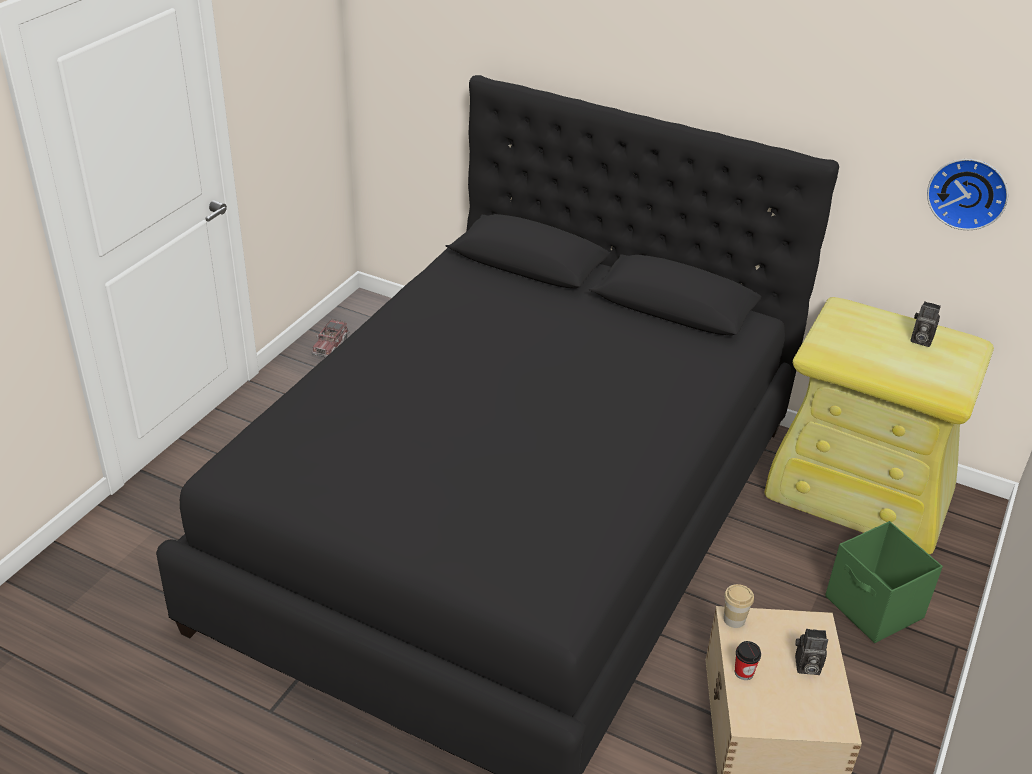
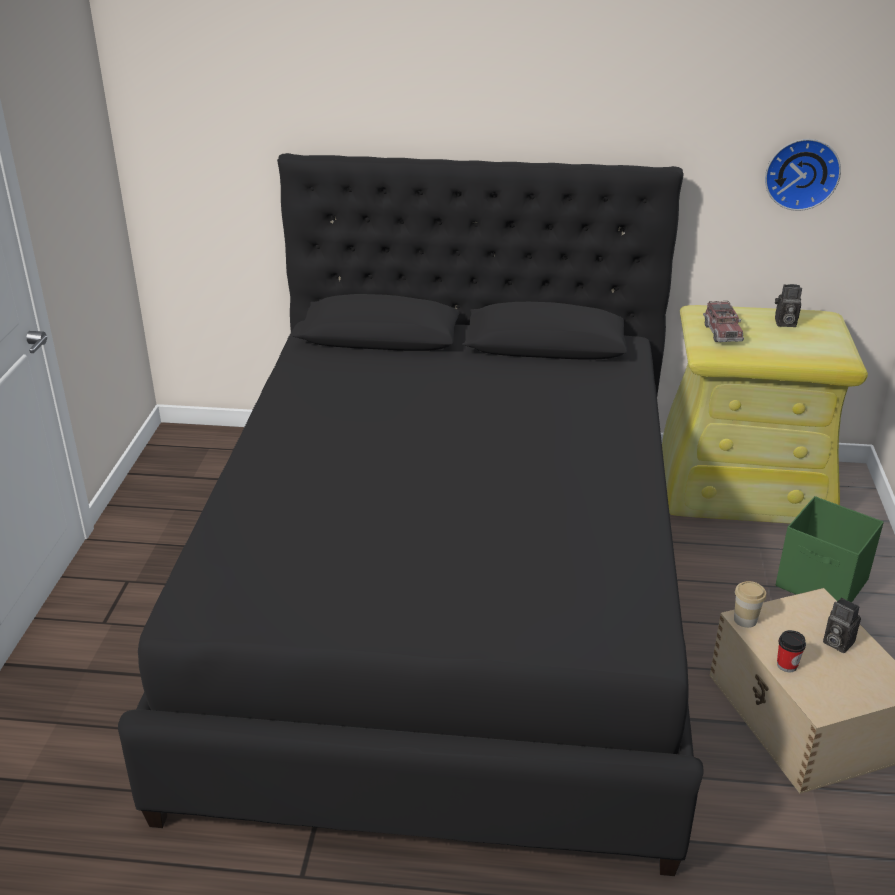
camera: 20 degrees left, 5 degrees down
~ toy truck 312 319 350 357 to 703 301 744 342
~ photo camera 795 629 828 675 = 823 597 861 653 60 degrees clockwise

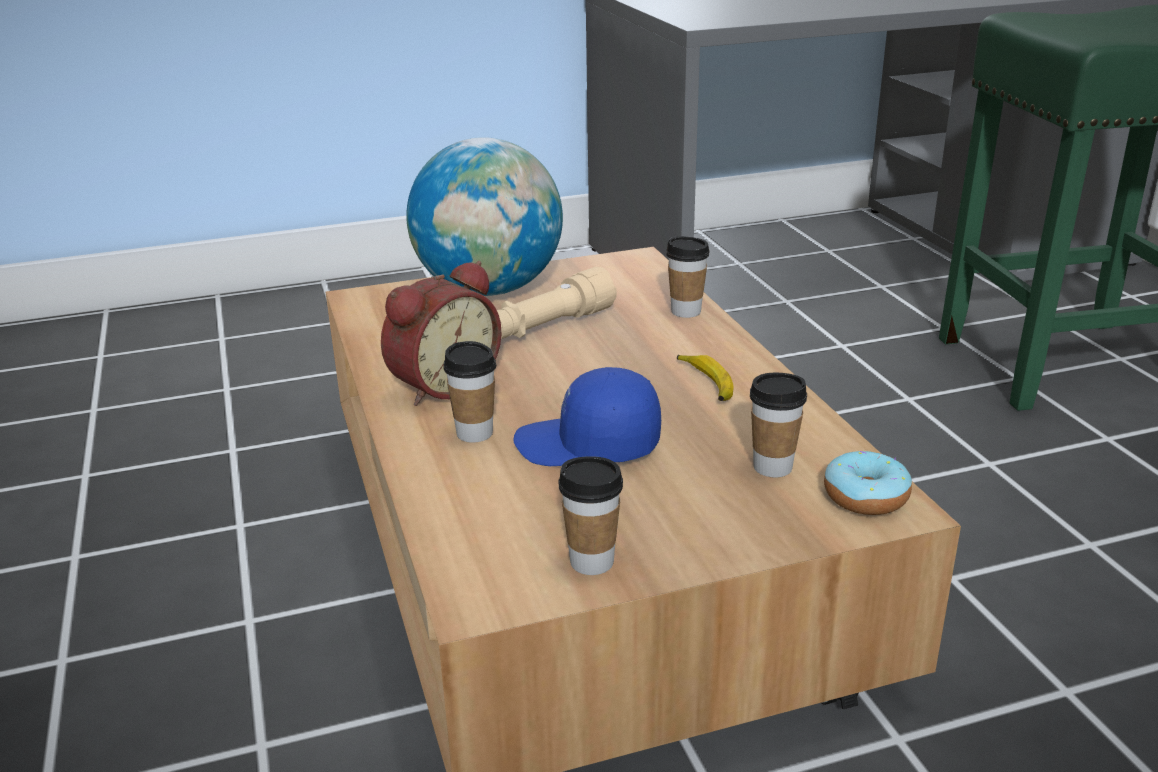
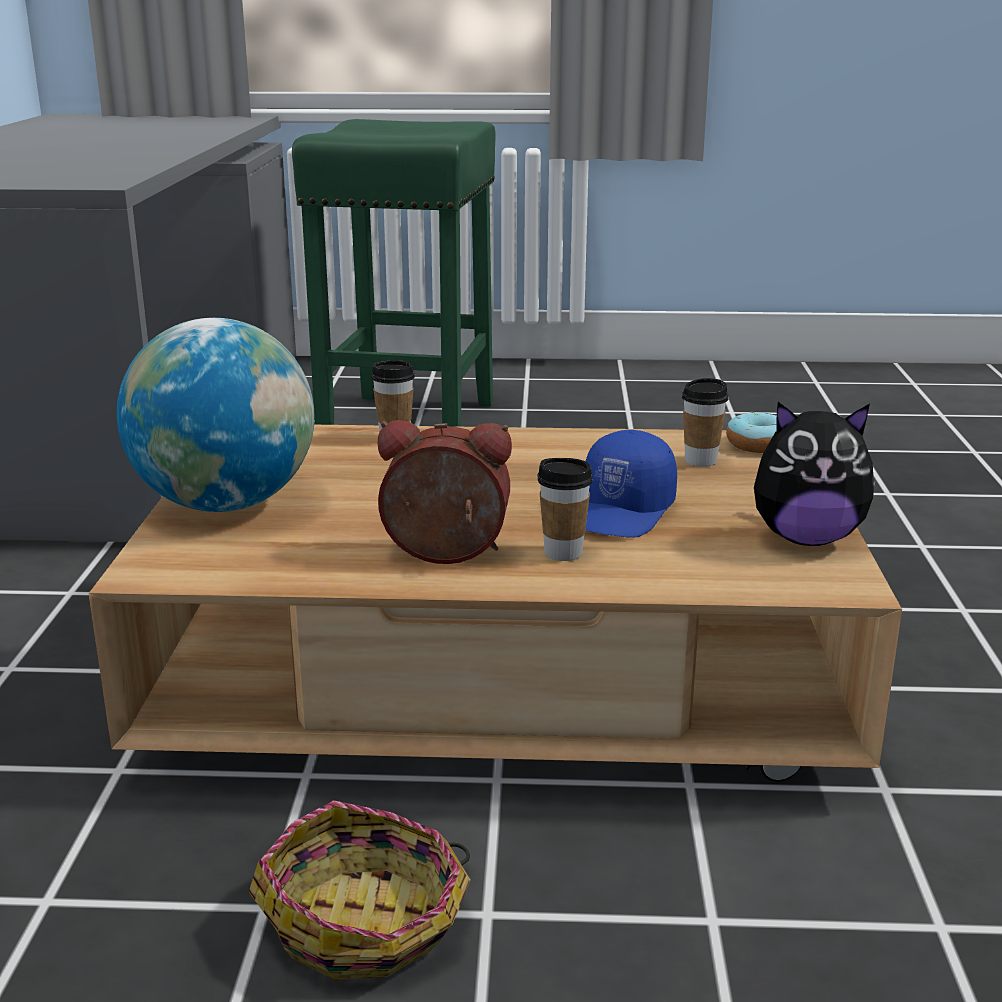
camera: 70 degrees left, 5 degrees down
~ alarm clock 381 261 502 406 = 378 420 512 564 60 degrees counterclockwise
- flashlight in beige 497 267 617 339
- banana 677 355 734 401
~ cup 558 456 623 575 to plush toy 754 402 876 546
+ basket 249 800 470 980

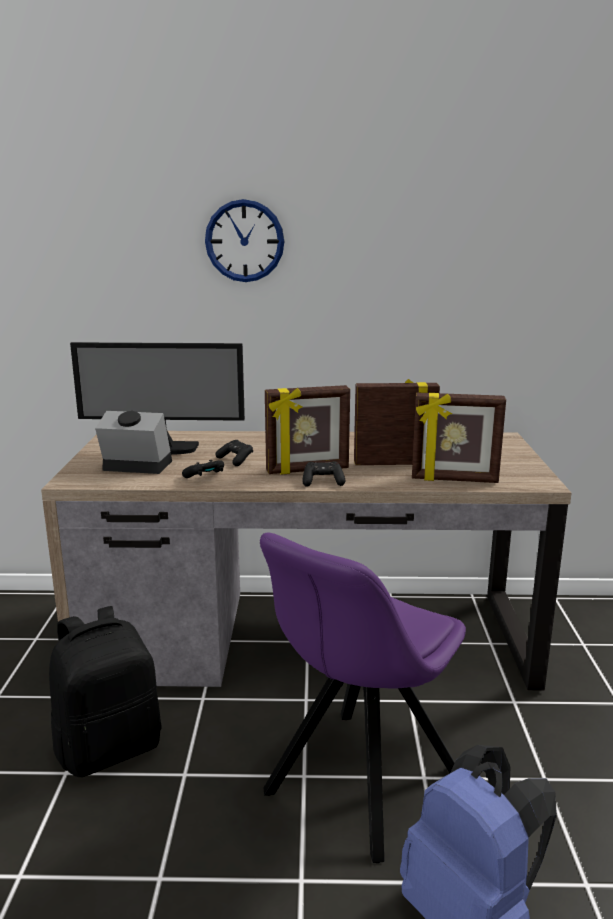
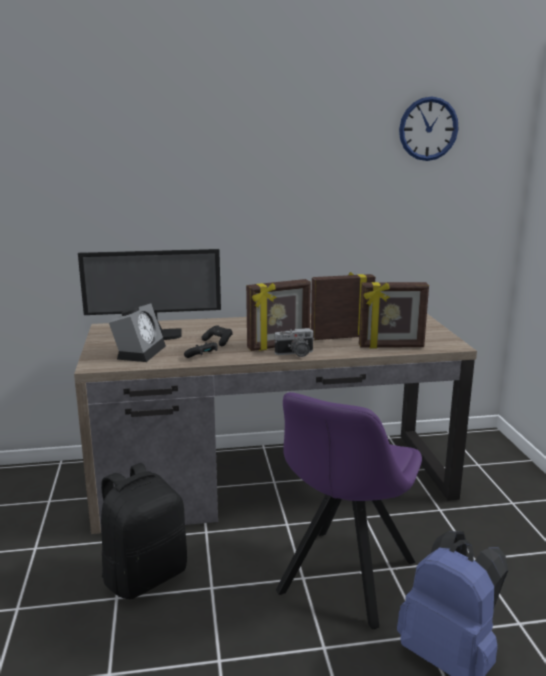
camera: 10 degrees left, 0 degrees up
~ wall clock 205 199 284 282 to 399 96 458 161
~ alarm clock 95 411 172 474 = 109 303 166 362 105 degrees clockwise
~ game controller in black 302 461 345 487 to photo camera 275 328 315 357

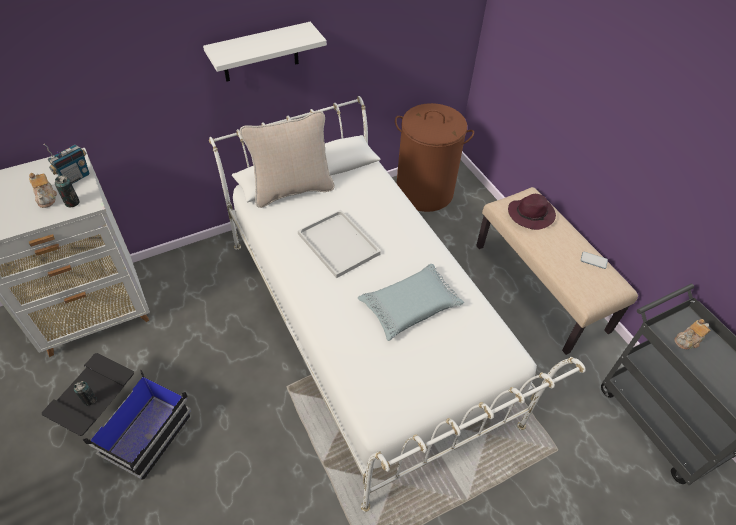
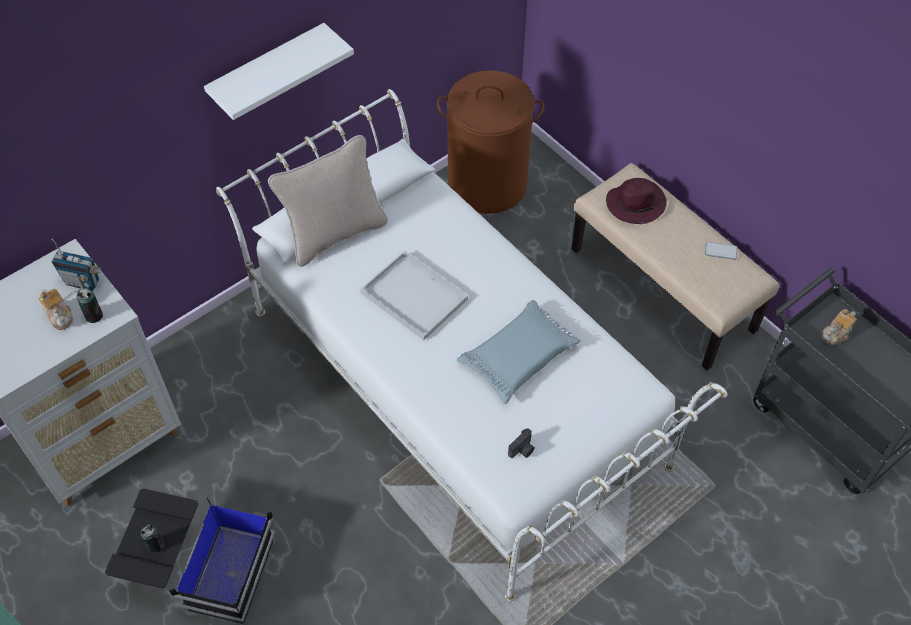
camera: 10 degrees left, 5 degrees up
~ radio 43 144 89 184 = 52 239 101 291 75 degrees clockwise
+ photo camera 508 428 535 458

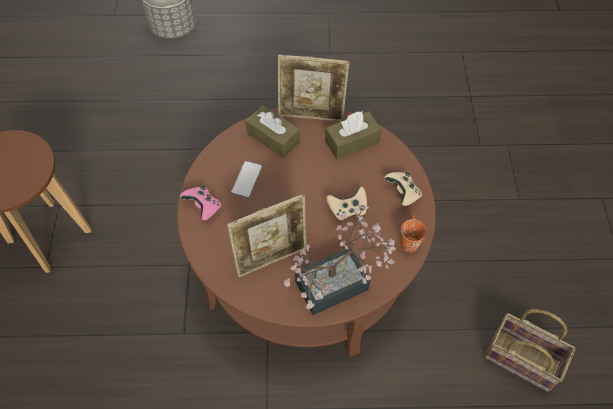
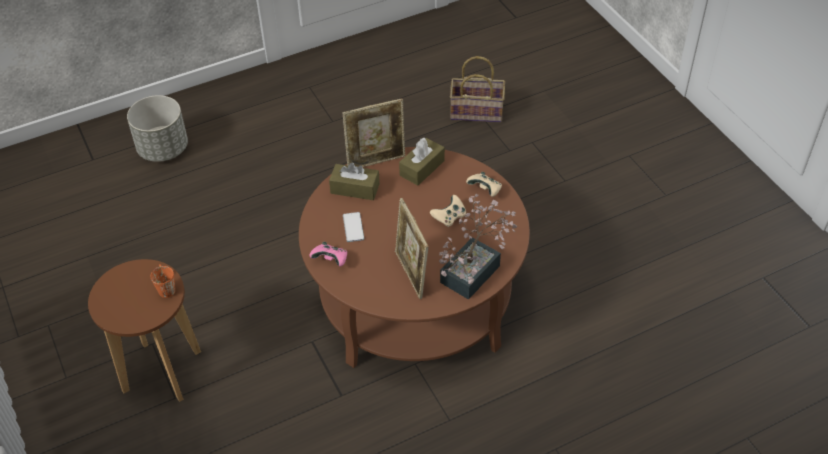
camera: 25 degrees left, 10 degrees down
~ picture frame 227 194 307 277 = 395 198 429 299 120 degrees clockwise
~ mug in orange 401 215 426 252 to 151 264 175 298
~ basket 484 309 576 392 to 450 56 505 122

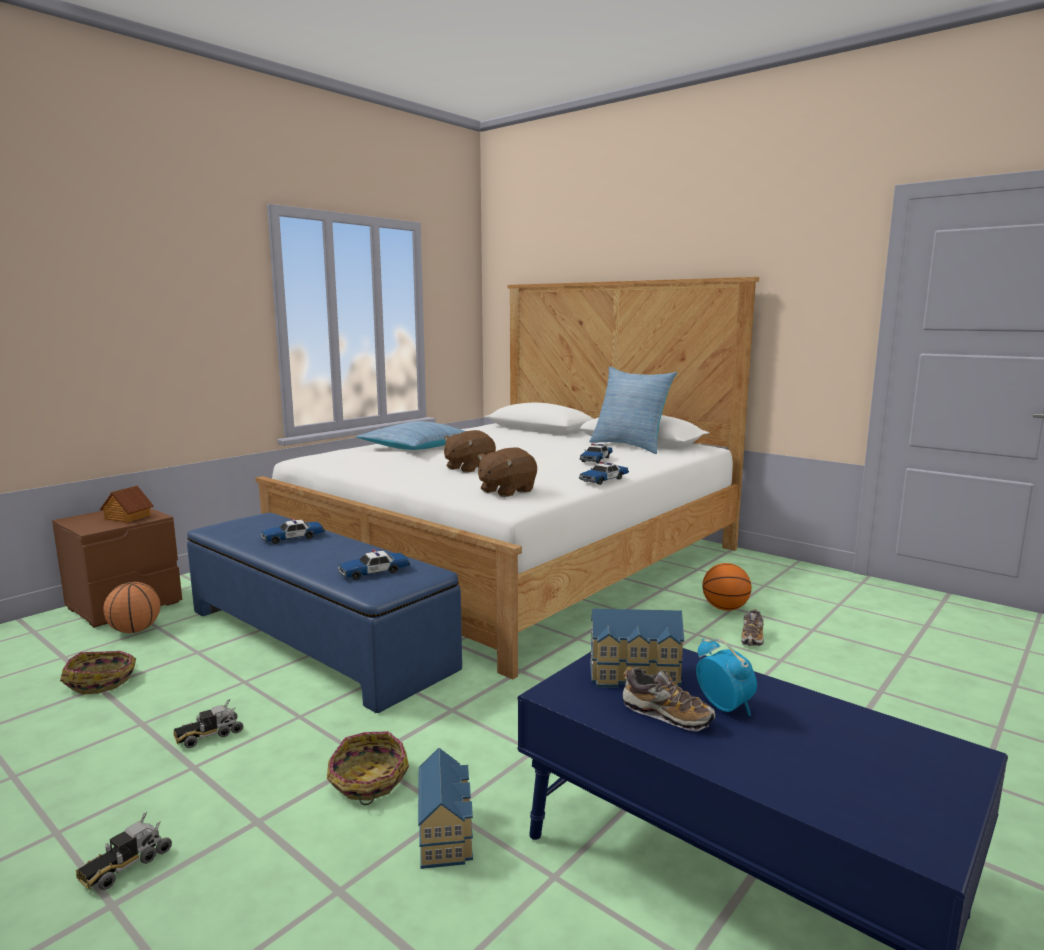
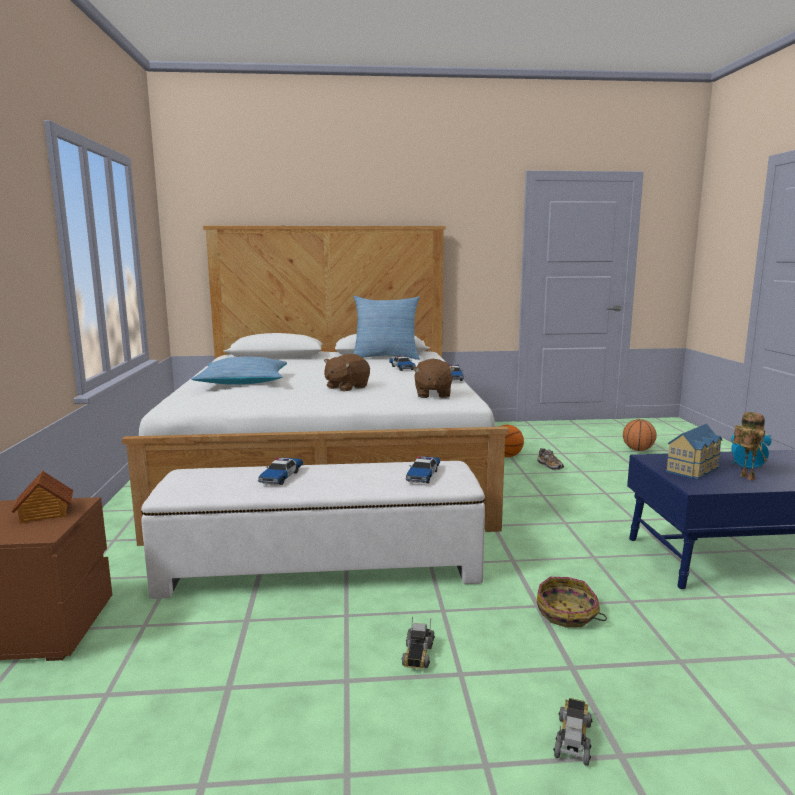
camera: 45 degrees left, 0 degrees up
~ plush toy in brown 444 430 496 473 = 324 354 370 391 45 degrees clockwise
~ bench in blue 187 513 462 713 to bench in white 141 461 485 599
~ basketball 103 582 160 633 to 623 419 657 451
- basket 60 651 136 694
~ shoe 623 667 715 731 to toy robot 733 412 768 480
- toy house 418 748 473 869
~ toy truck 76 812 172 890 = 553 698 592 766 150 degrees counterclockwise

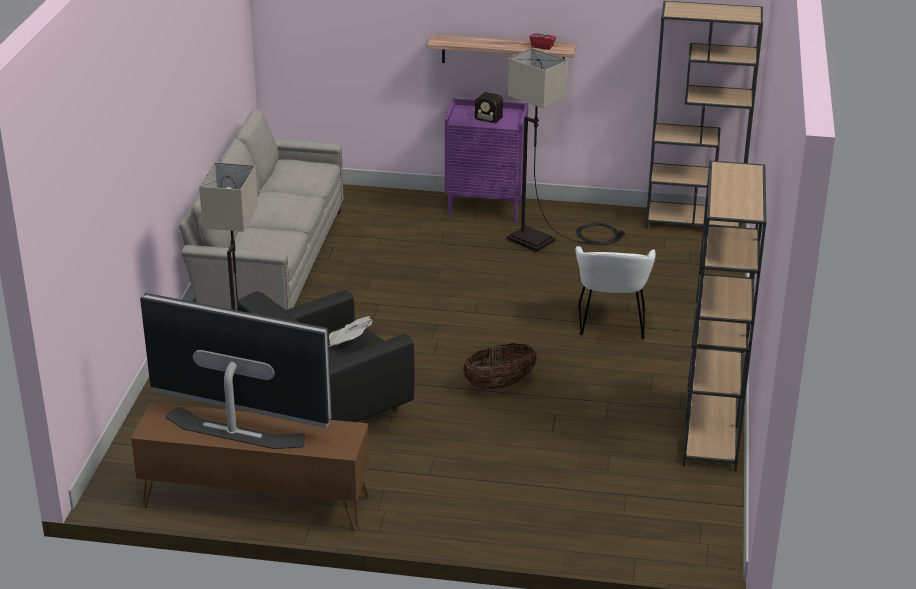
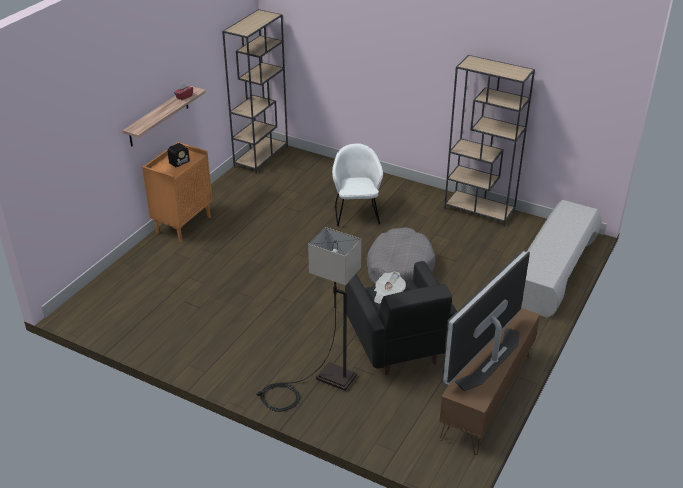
camera: 70 degrees left, 5 degrees up
- floor lamp 507 48 625 252
~ cabinet in purple 445 98 528 221 to cabinet in orange 142 142 213 242
- sofa in grey 179 108 344 310
~ armchair in white 575 246 656 339 = 332 143 383 226 120 degrees counterclockwise
~ basket 463 343 537 389 to dog bed in grey 367 227 436 285
+ bench in grey 521 200 602 318

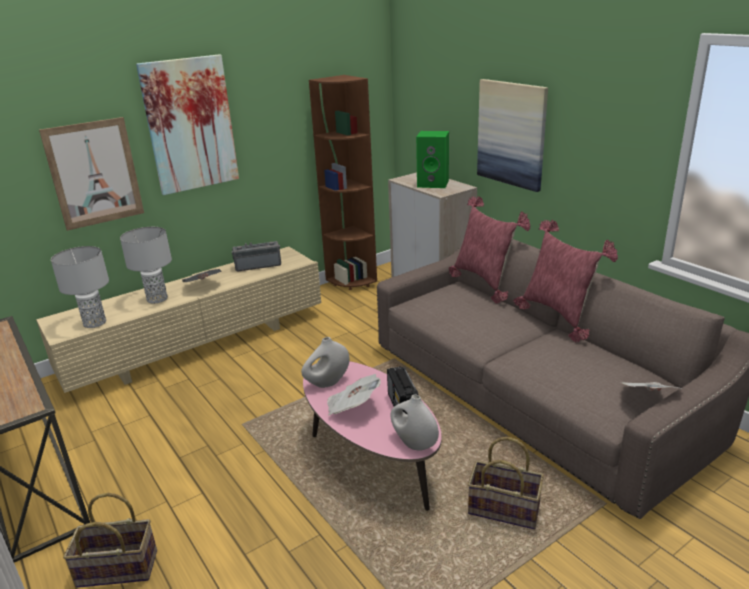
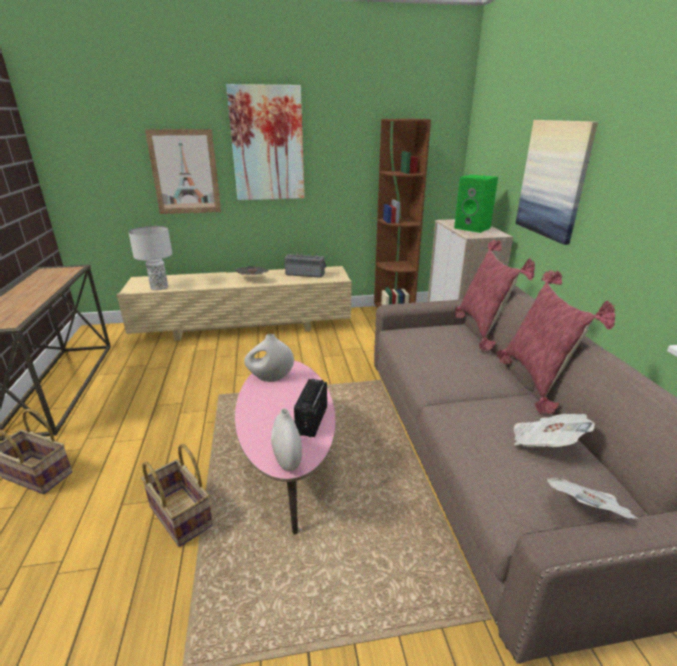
camera: 25 degrees right, 0 degrees up
- table lamp in white 120 227 172 303
~ newspaper 327 374 381 416 to 514 414 595 447
~ basket 468 437 544 529 to 141 444 213 547

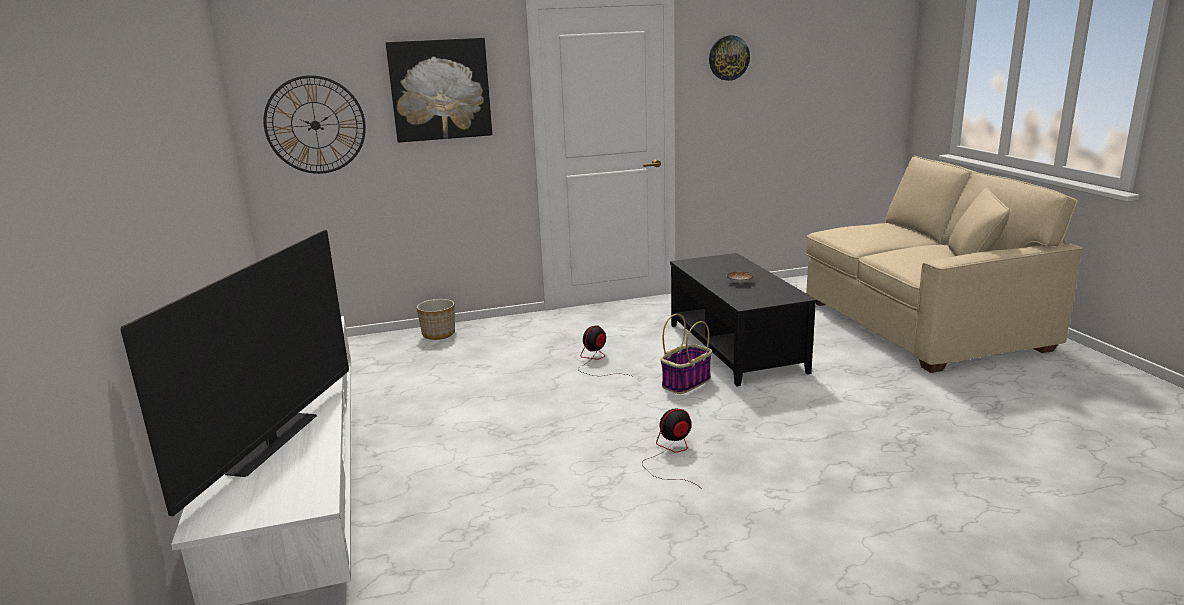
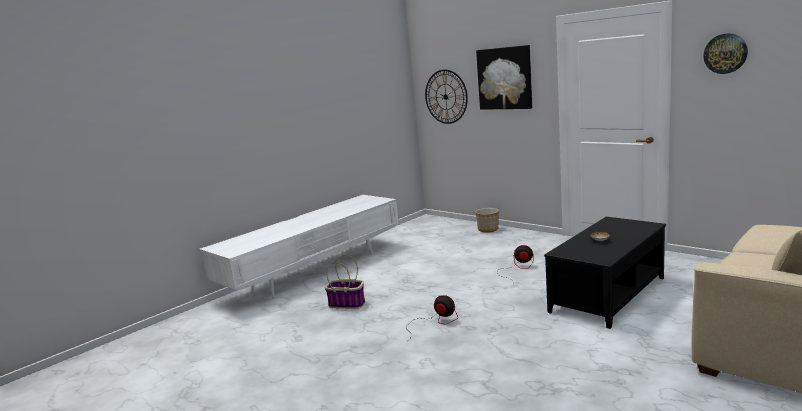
camera: 60 degrees right, 5 degrees down
- television 120 230 349 516
~ basket 660 314 712 394 to 325 255 365 309

